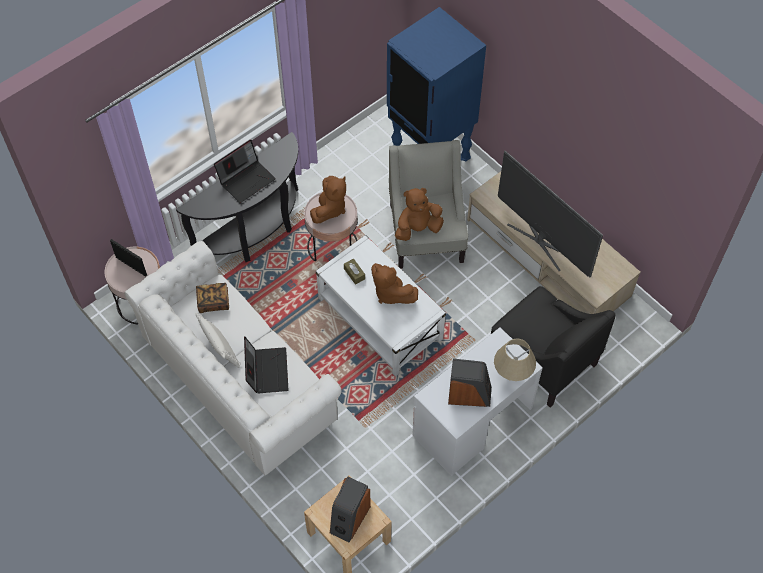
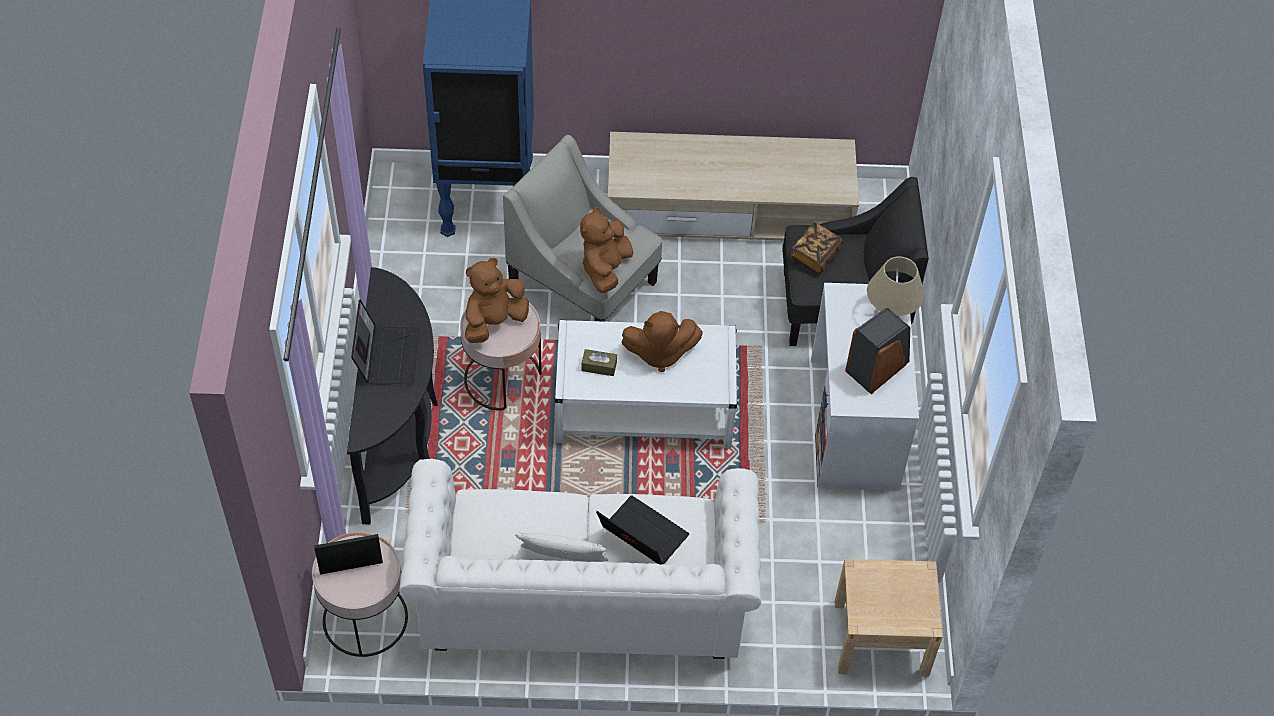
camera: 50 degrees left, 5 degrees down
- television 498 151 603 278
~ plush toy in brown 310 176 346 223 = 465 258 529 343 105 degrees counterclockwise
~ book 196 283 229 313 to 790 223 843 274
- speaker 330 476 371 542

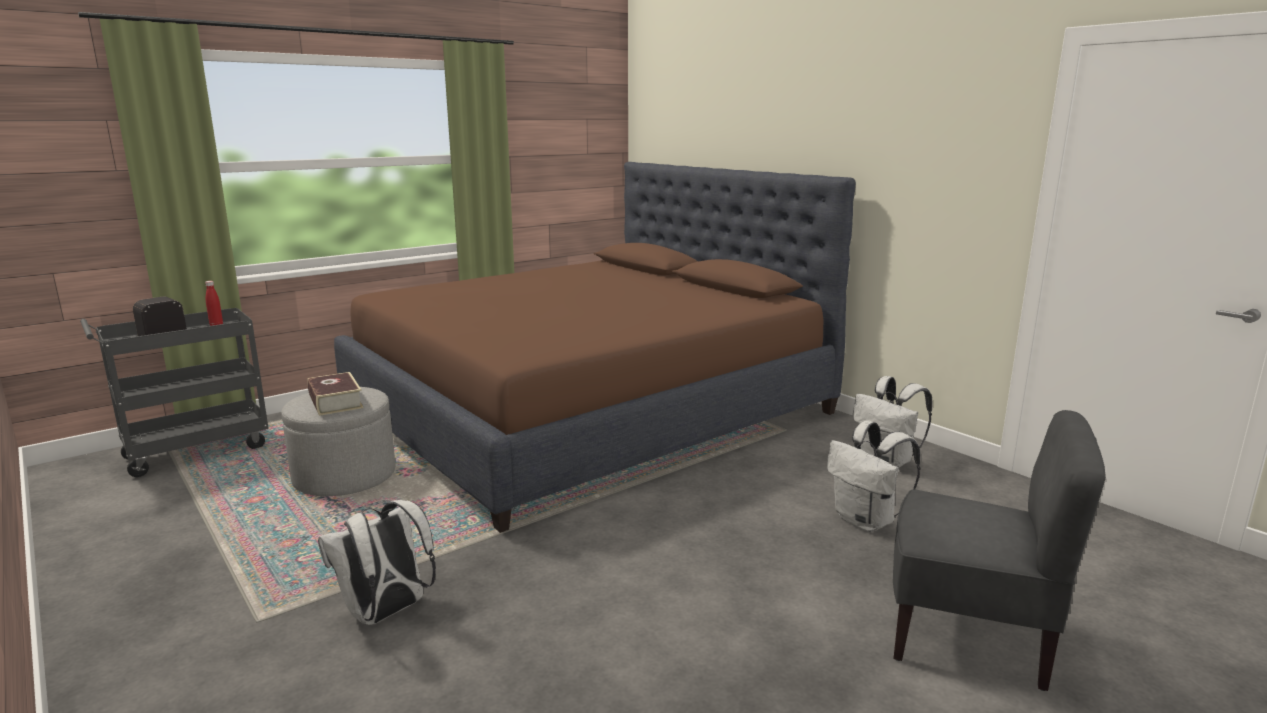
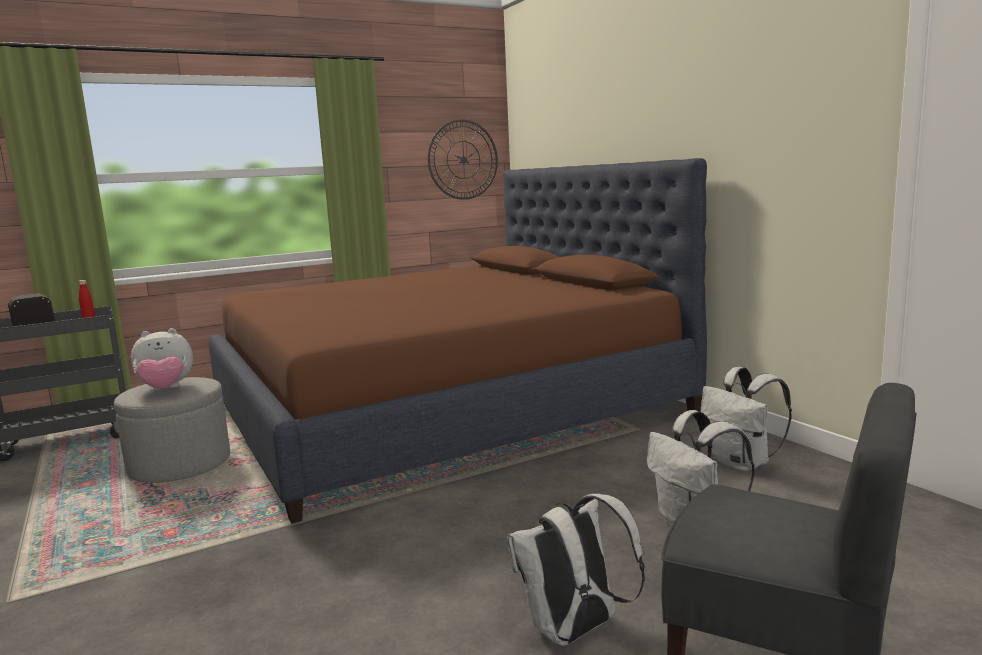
camera: 10 degrees right, 5 degrees down
~ book 307 372 364 416 to plush toy 131 328 193 390
~ backpack in white 318 500 436 625 to 507 494 645 646
+ wall clock 428 119 498 200

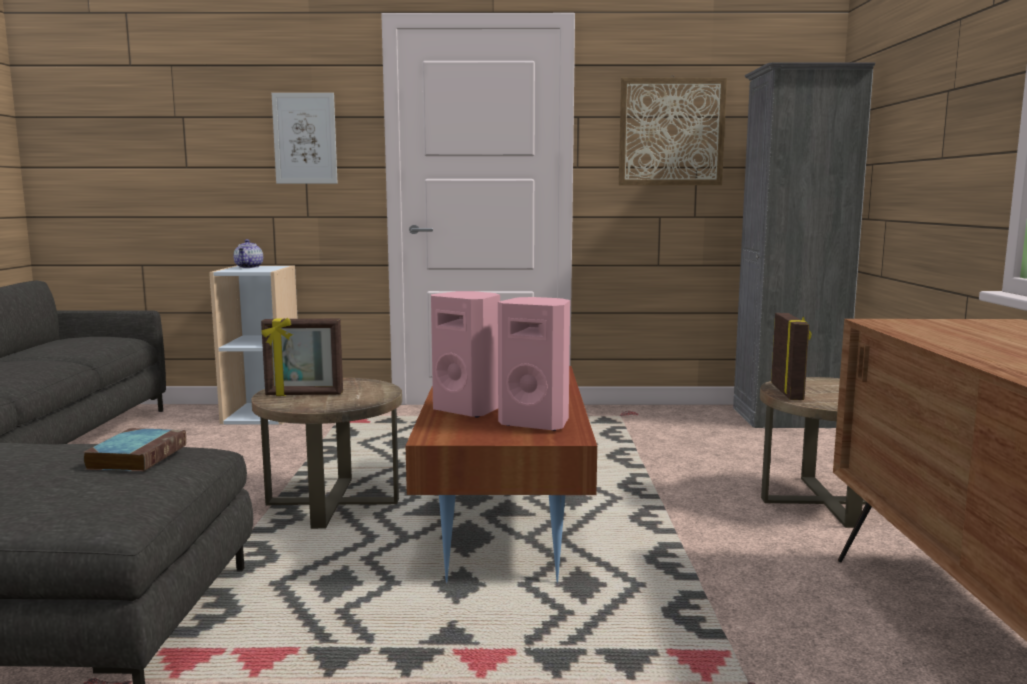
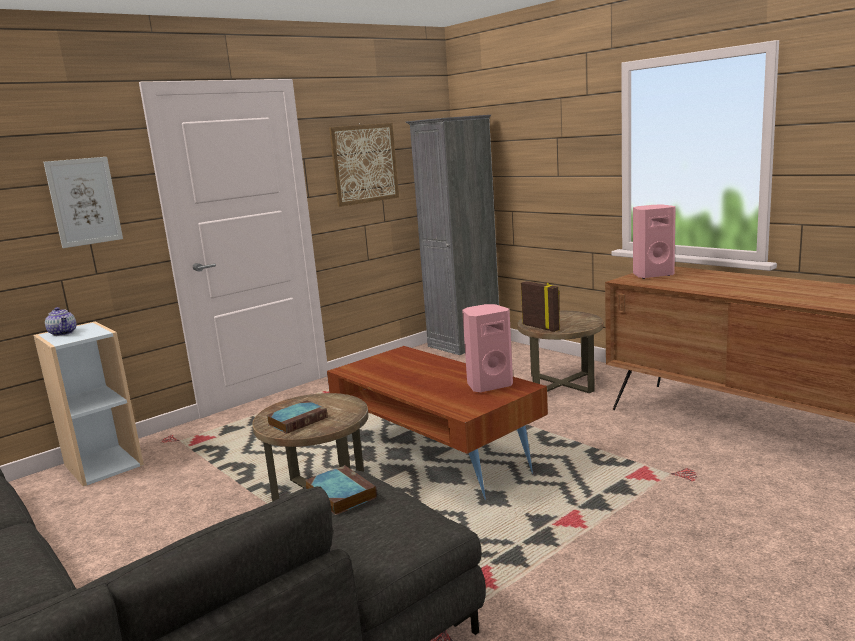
camera: 40 degrees left, 5 degrees up
~ speaker in pink 431 291 500 418 to 633 204 676 279
~ picture frame 261 317 343 396 to book 267 400 328 434

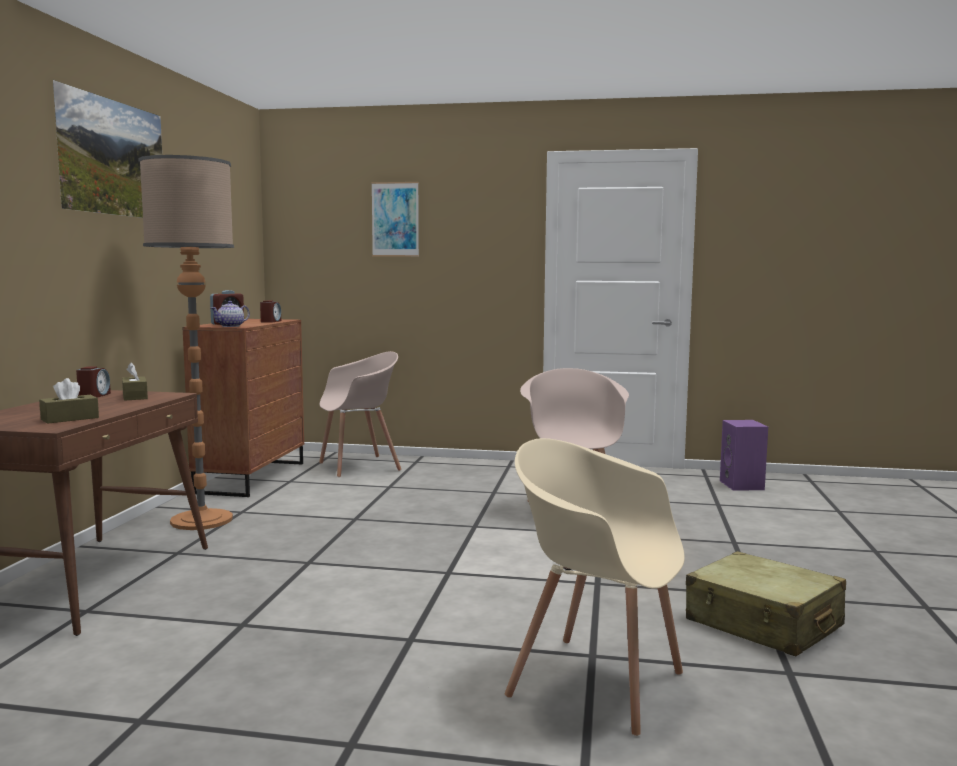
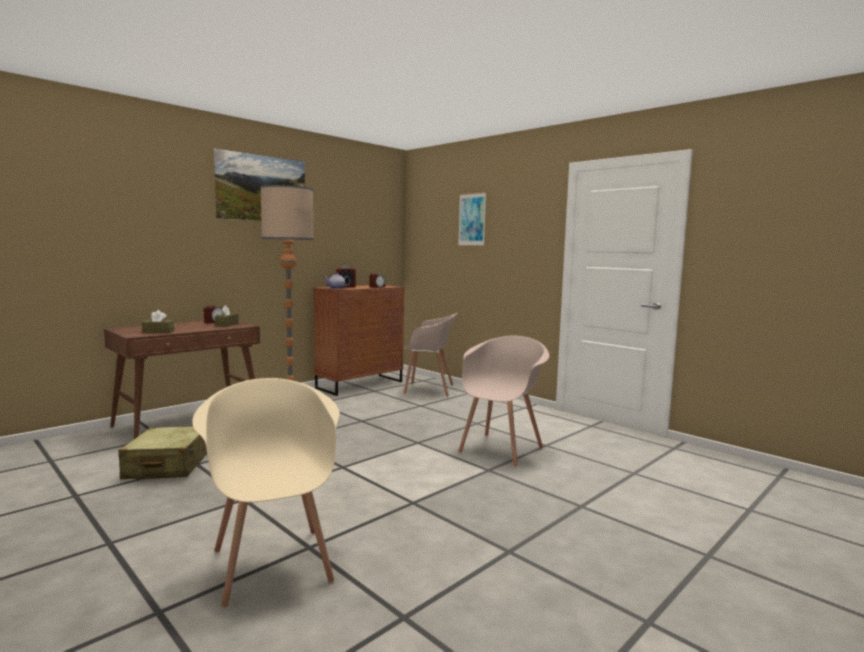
camera: 35 degrees right, 0 degrees up
- speaker in purple 720 420 768 491
~ suitcase in beige 686 551 846 656 to 118 426 207 479

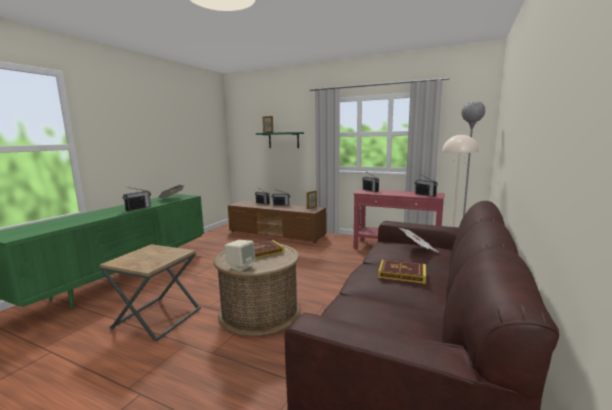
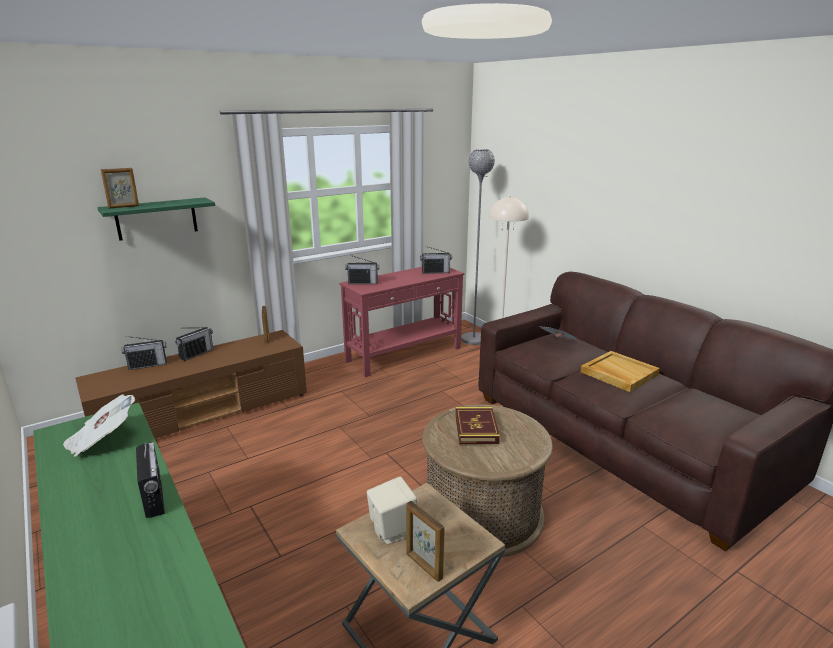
camera: 60 degrees left, 10 degrees up
~ speaker in beige 224 240 255 271 to 367 477 418 544
~ book 378 259 426 284 to tray in beige 581 351 660 392
+ picture frame 406 501 445 582

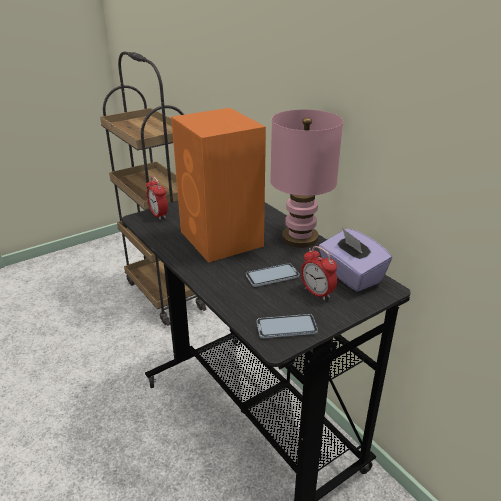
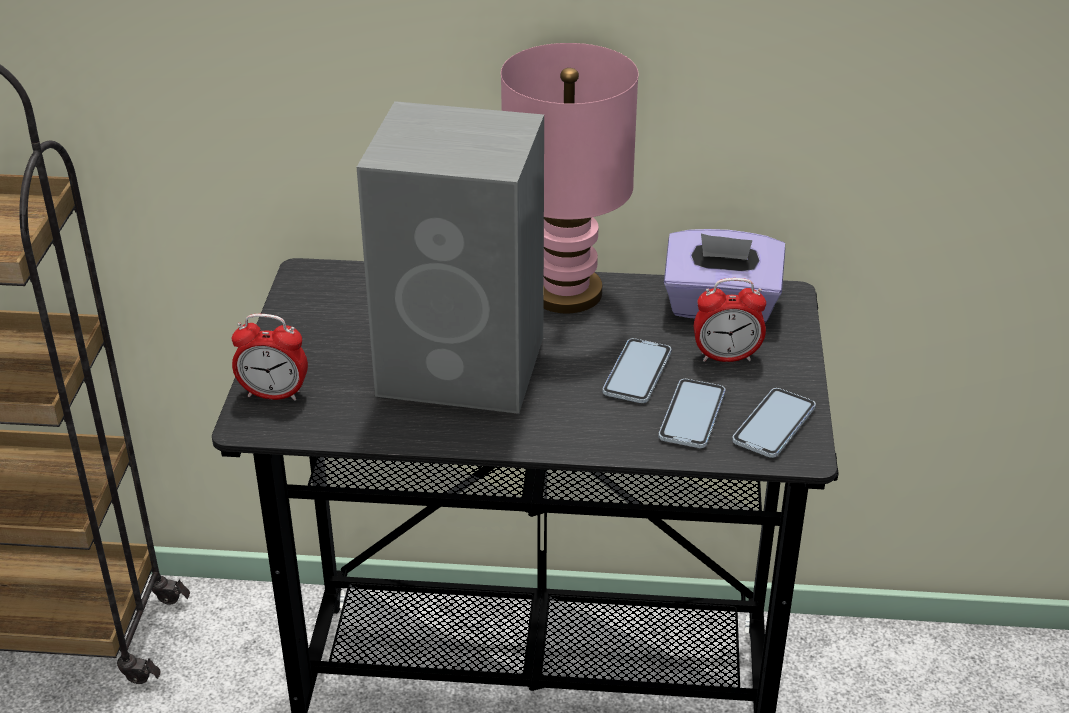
camera: 50 degrees left, 5 degrees up
~ speaker in orange 171 108 266 262 to speaker in grey 357 101 544 414
+ phone 658 379 725 448

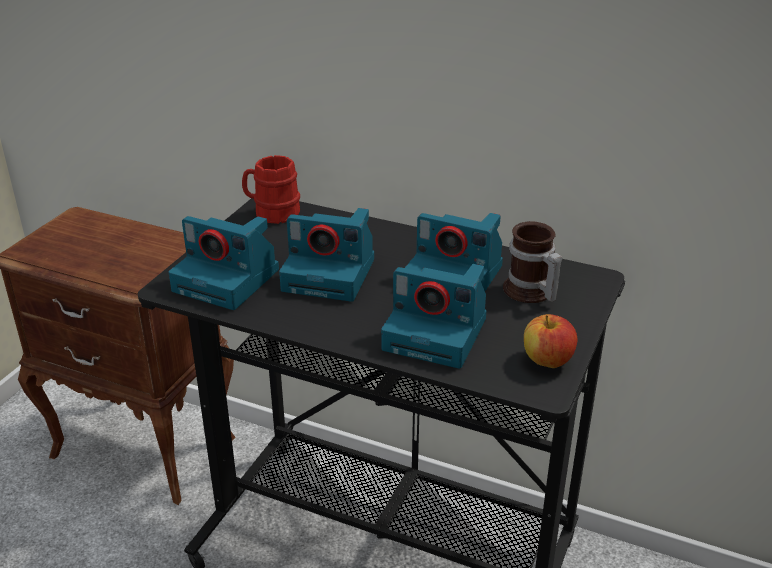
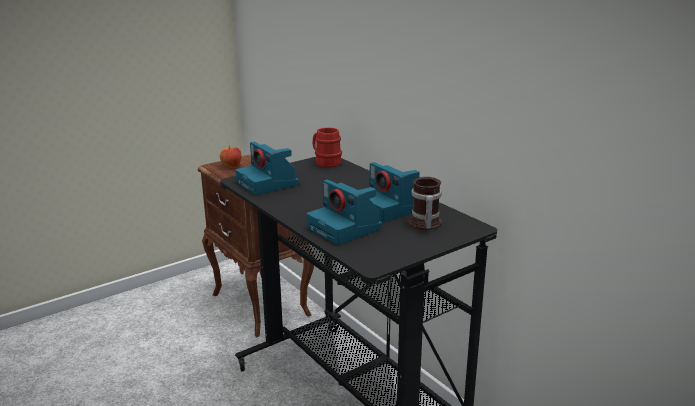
camera: 30 degrees right, 10 degrees down
- photo camera 279 208 374 302
~ apple 524 314 577 368 to 220 145 242 168

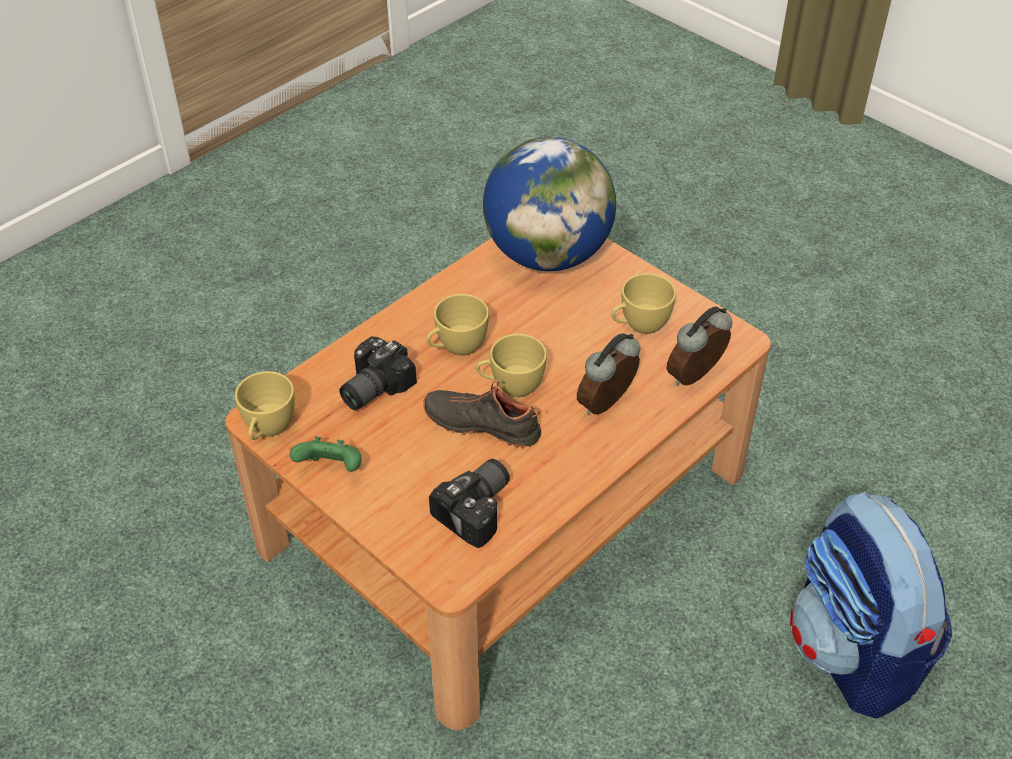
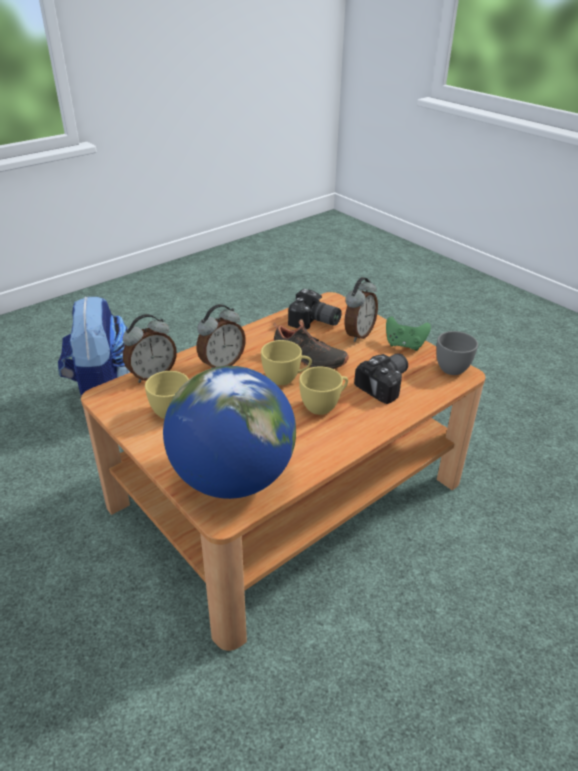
camera: 175 degrees left, 10 degrees down
~ cup in yellow 235 371 295 440 to cup in grey 436 331 478 375
~ photo camera 429 459 510 548 = 288 289 342 329 105 degrees counterclockwise
+ alarm clock 344 277 378 342

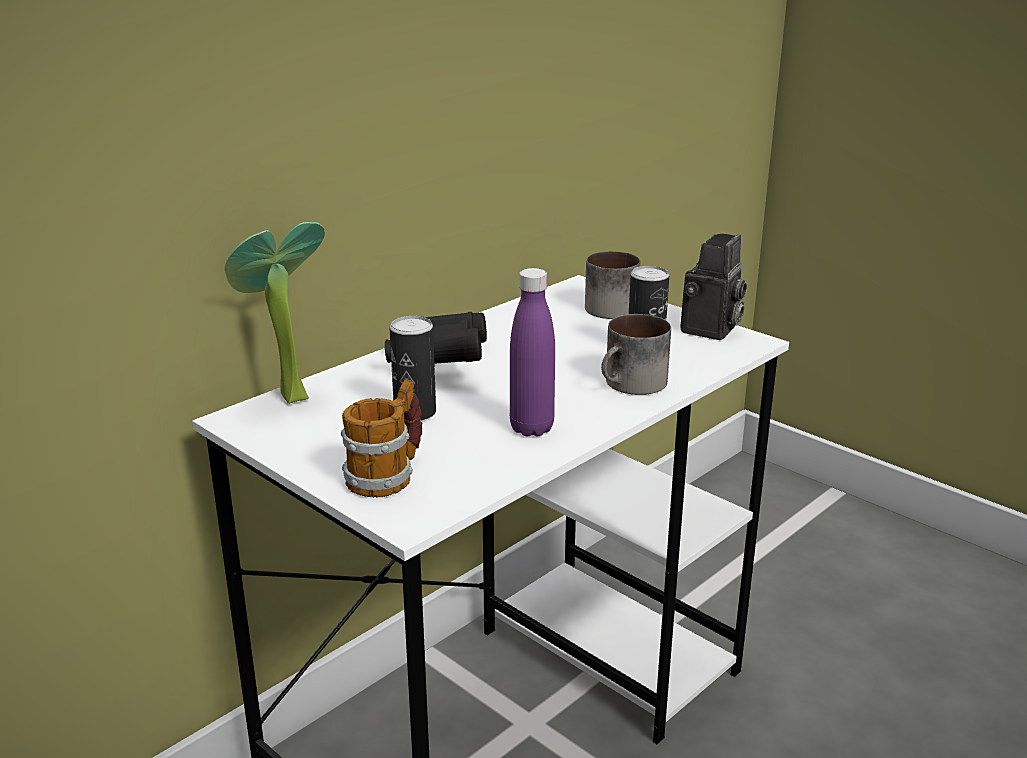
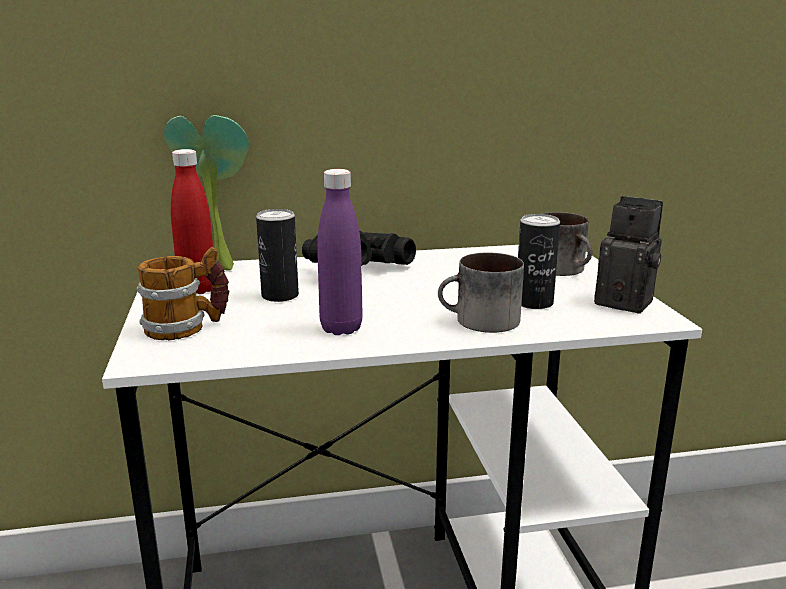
camera: 35 degrees right, 5 degrees down
~ photo camera 681 234 747 340 = 594 196 663 314 120 degrees counterclockwise
+ bottle in red 171 149 213 294

